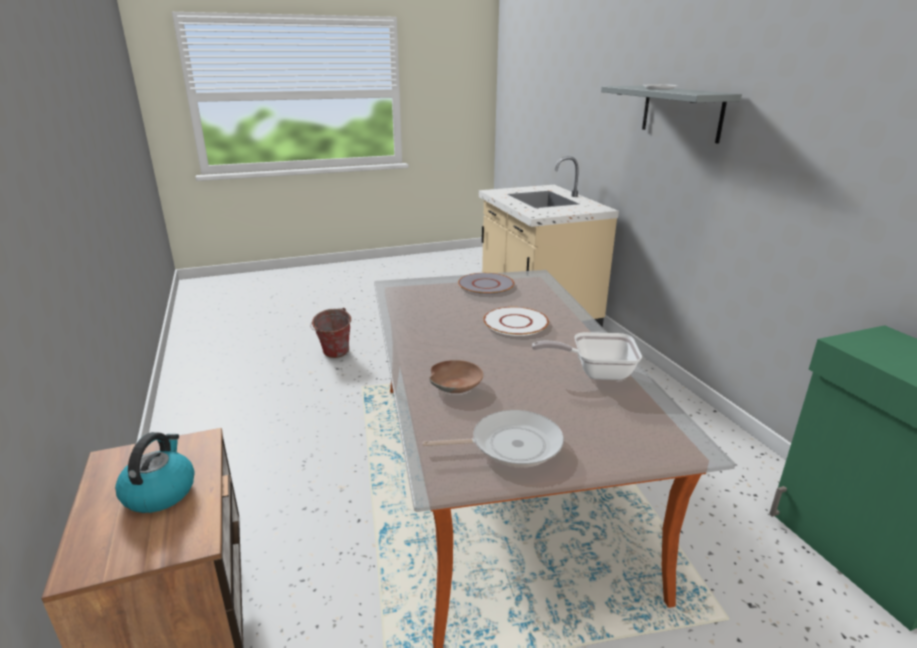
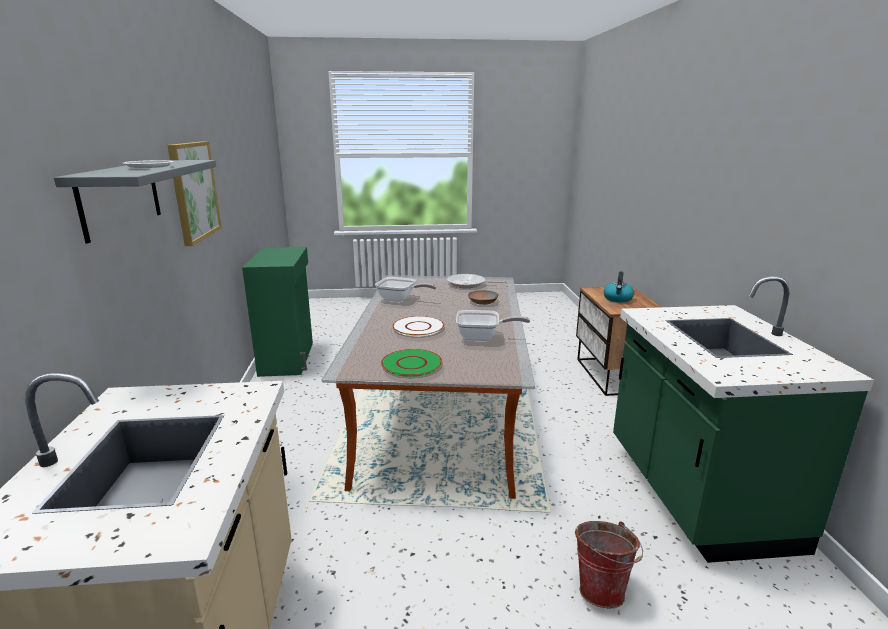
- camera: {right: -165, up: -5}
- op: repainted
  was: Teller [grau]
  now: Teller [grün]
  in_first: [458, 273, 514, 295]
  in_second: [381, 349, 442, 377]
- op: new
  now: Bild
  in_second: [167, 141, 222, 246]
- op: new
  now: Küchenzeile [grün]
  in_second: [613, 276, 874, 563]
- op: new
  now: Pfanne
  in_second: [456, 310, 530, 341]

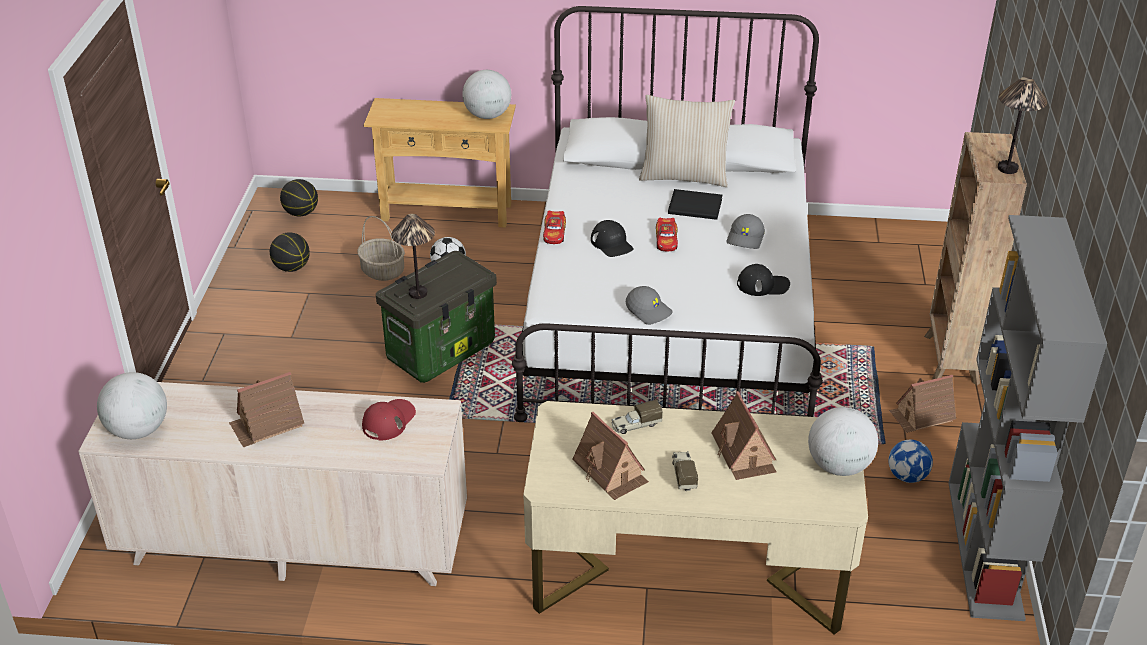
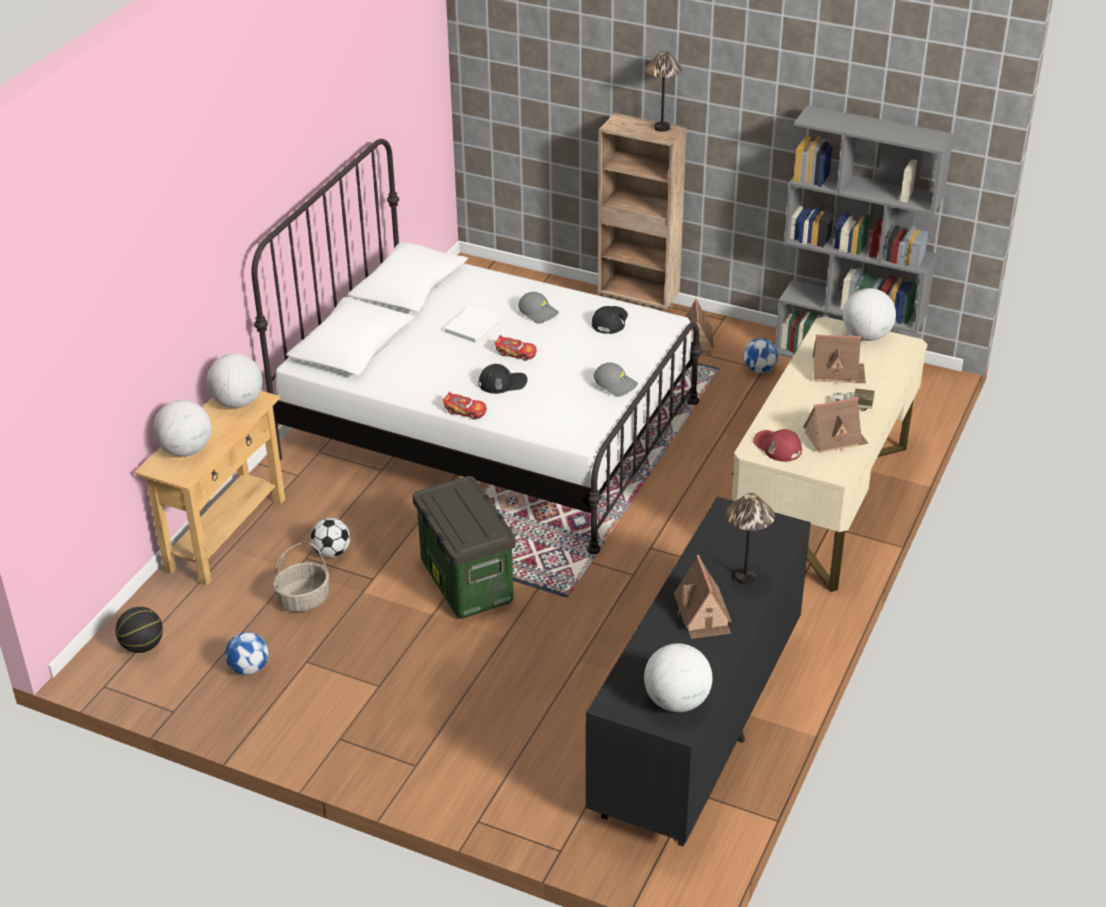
- camera: {right: -70, up: 0}
- op: gone
  was: Kissen [beige]
  in_first: [639, 95, 735, 187]
- op: repainted
  was: Buch [schwarz]
  now: Buch [weiß]
  in_first: [668, 189, 722, 220]
  in_second: [444, 306, 502, 343]
- op: shifted
  was: Tischlampe
  in_first: [391, 214, 435, 299]
  in_second: [726, 493, 775, 585]
- op: swapped
  was: Basketball
  now: Fußball
  in_first: [270, 232, 310, 272]
  in_second: [225, 632, 268, 675]
- op: rotated
  was: Kappe [grau]
  in_first: [626, 286, 673, 325]
  in_second: [594, 362, 638, 397]
  clockwise: 60
- op: repainted
  was: Kommode [beige]
  now: Kommode [schwarz]
  in_first: [78, 382, 467, 586]
  in_second: [586, 497, 811, 847]
- op: shifted
  was: Kappe [rot]
  in_first: [362, 399, 416, 440]
  in_second: [753, 429, 802, 462]
- op: gone
  was: Spielzeuglaster
  in_first: [611, 400, 663, 434]
- op: new
  now: Globus
  in_second: [153, 400, 211, 457]

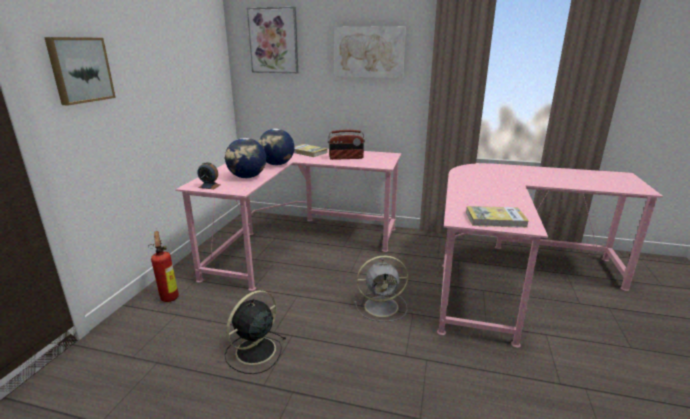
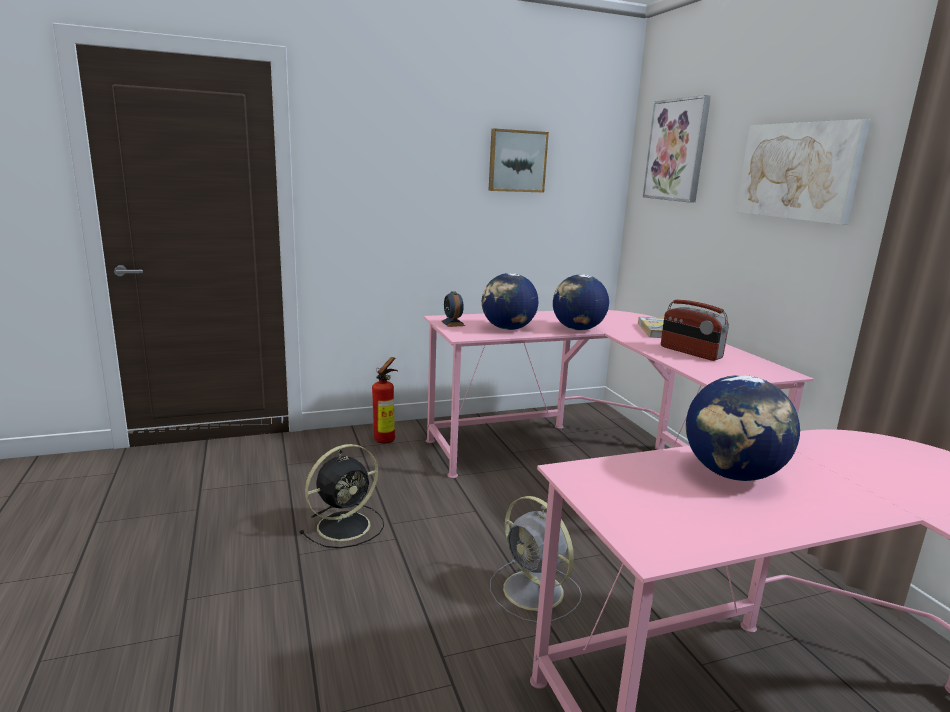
- camera: {right: 55, up: -5}
- op: shifted
  was: Bild
  in_first: [44, 37, 116, 105]
  in_second: [488, 128, 549, 193]
- op: gone
  was: Buch
  in_first: [466, 206, 529, 228]
- op: rotated
  was: Ventilator [schwarz]
  in_first: [225, 290, 286, 374]
  in_second: [299, 444, 384, 548]
  clockwise: 135
- op: new
  now: Globus
  in_second: [686, 375, 800, 481]

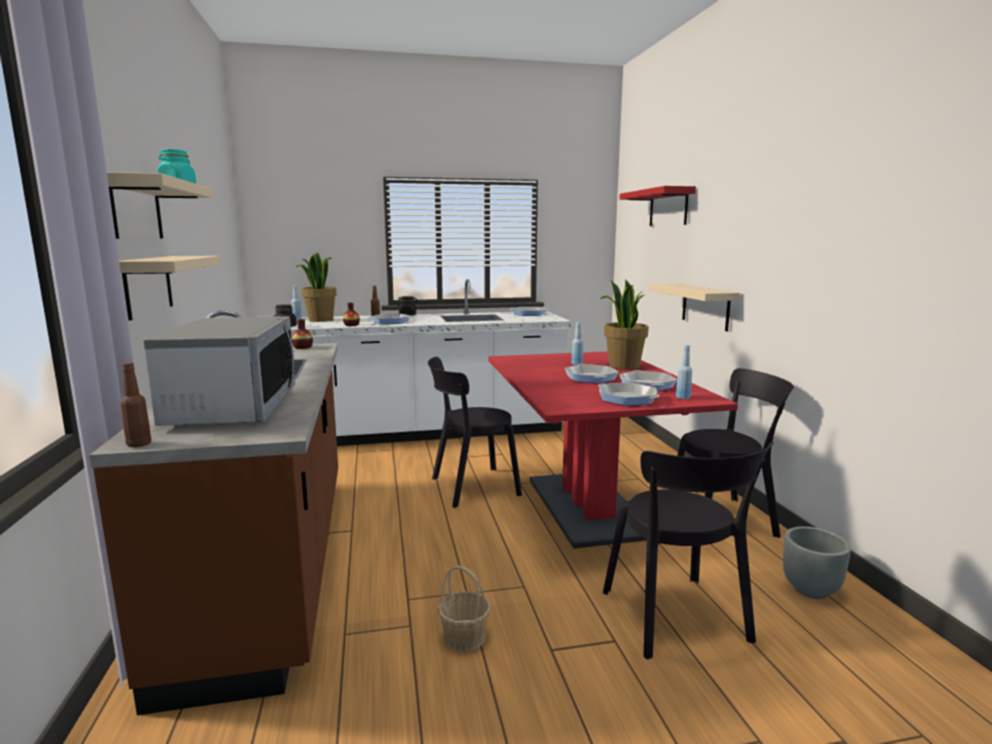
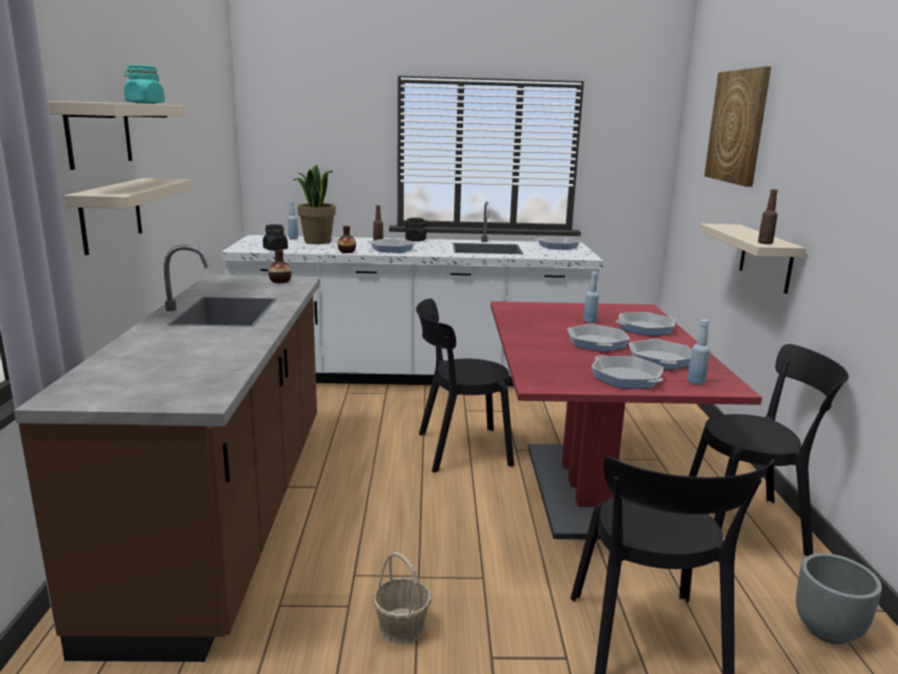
- camera: {right: 10, up: 5}
- op: swapped
  was: Wandregal [rot]
  now: Bild
  in_first: [620, 186, 696, 226]
  in_second: [704, 66, 771, 187]
- op: swapped
  was: Topfpflanze
  now: Pfanne
  in_first: [600, 280, 649, 370]
  in_second: [616, 312, 677, 336]
- op: gone
  was: Mikrowelle
  in_first: [143, 316, 295, 426]
- op: shifted
  was: Flasche [braun]
  in_first: [120, 362, 151, 447]
  in_second: [758, 189, 778, 244]

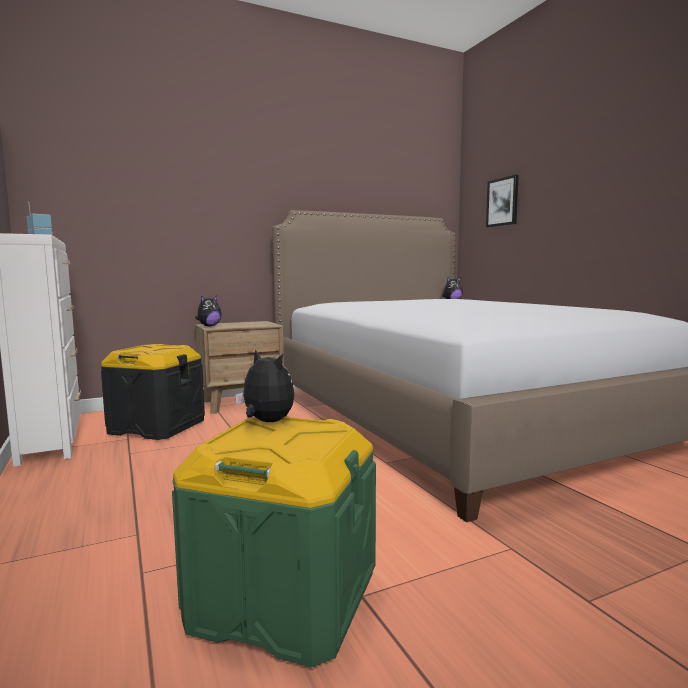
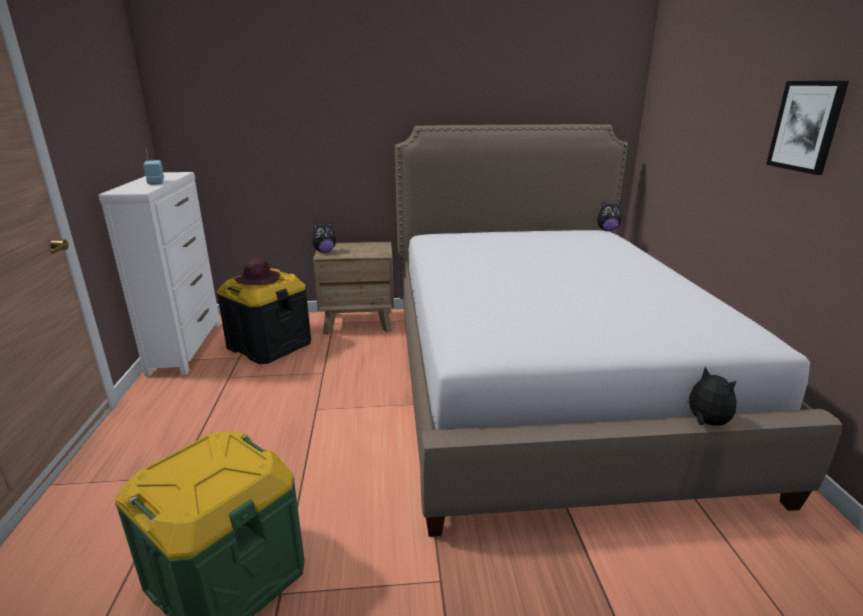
- camera: {right: 20, up: 15}
- op: shifted
  was: Bild
  in_first: [486, 175, 519, 228]
  in_second: [766, 81, 849, 175]
- op: shifted
  was: Plüschtier
  in_first: [235, 350, 295, 422]
  in_second: [687, 366, 737, 426]
- op: new
  now: Hut [lila]
  in_second: [234, 258, 281, 285]

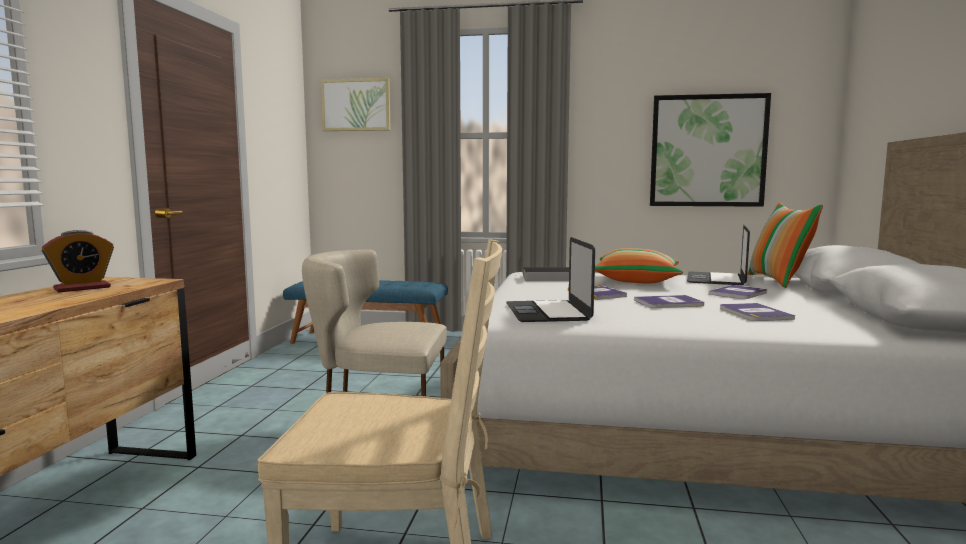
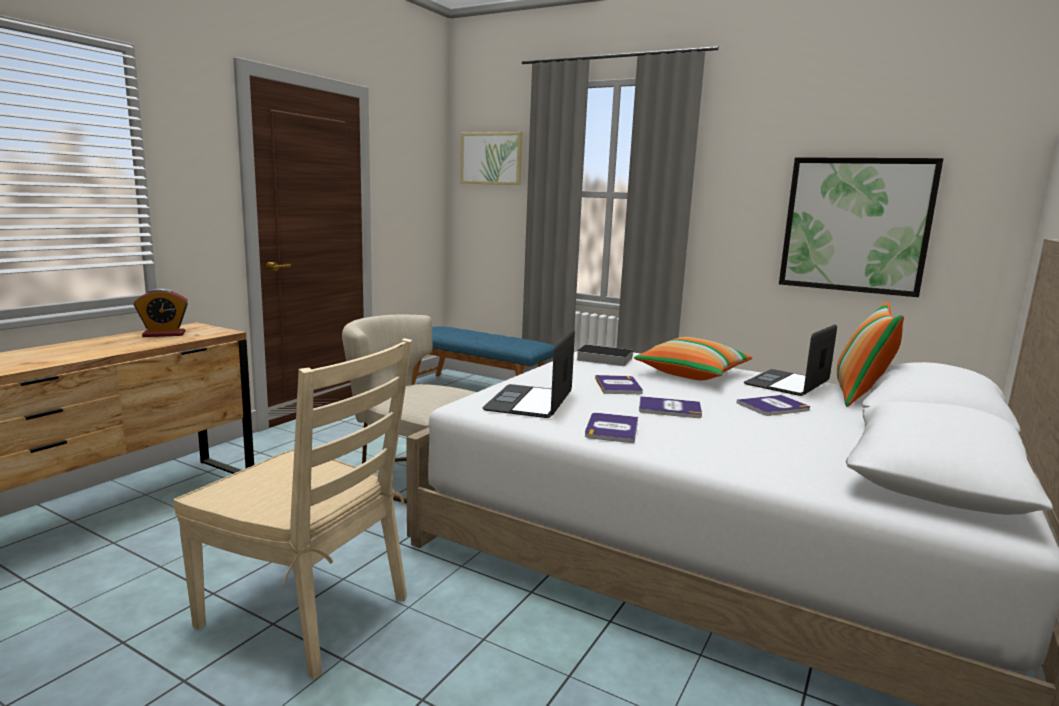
- camera: {right: 20, up: 5}
- op: shifted
  was: Buch
  in_first: [720, 303, 795, 321]
  in_second: [585, 413, 638, 443]

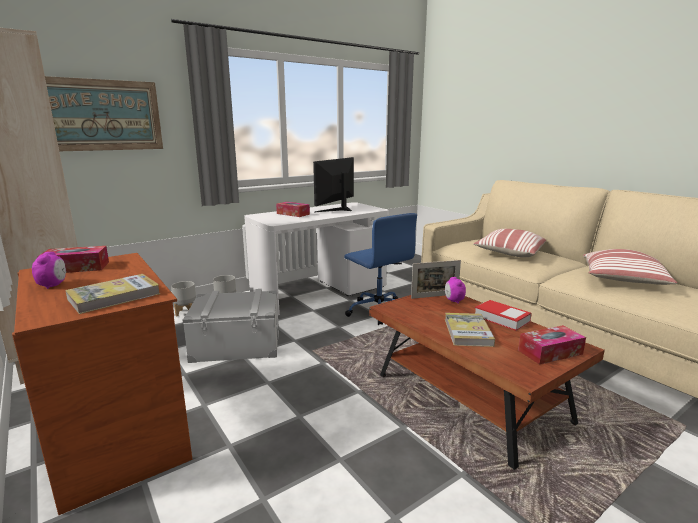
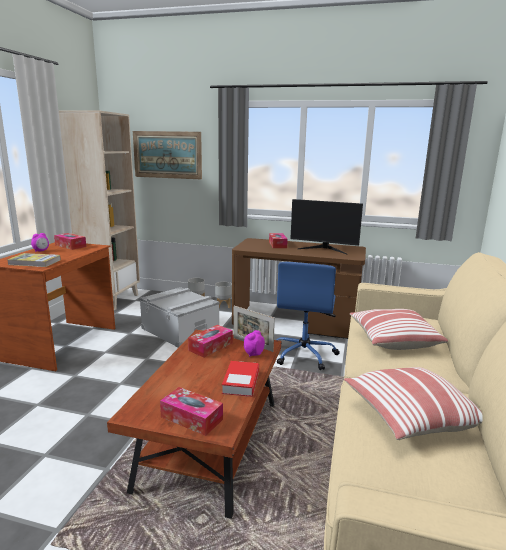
- camera: {right: 50, up: 0}
- op: rotated
  was: Monitor
  in_first: [313, 157, 354, 212]
  in_second: [291, 199, 363, 254]
  clockwise: -150
- op: repainted
  was: Schreibtisch [weiß]
  now: Schreibtisch [braun]
  in_first: [244, 202, 389, 315]
  in_second: [232, 238, 366, 339]
- op: gone
  was: Buch
  in_first: [445, 313, 495, 347]
- op: new
  now: Taschentuchbox
  in_second: [188, 325, 233, 357]

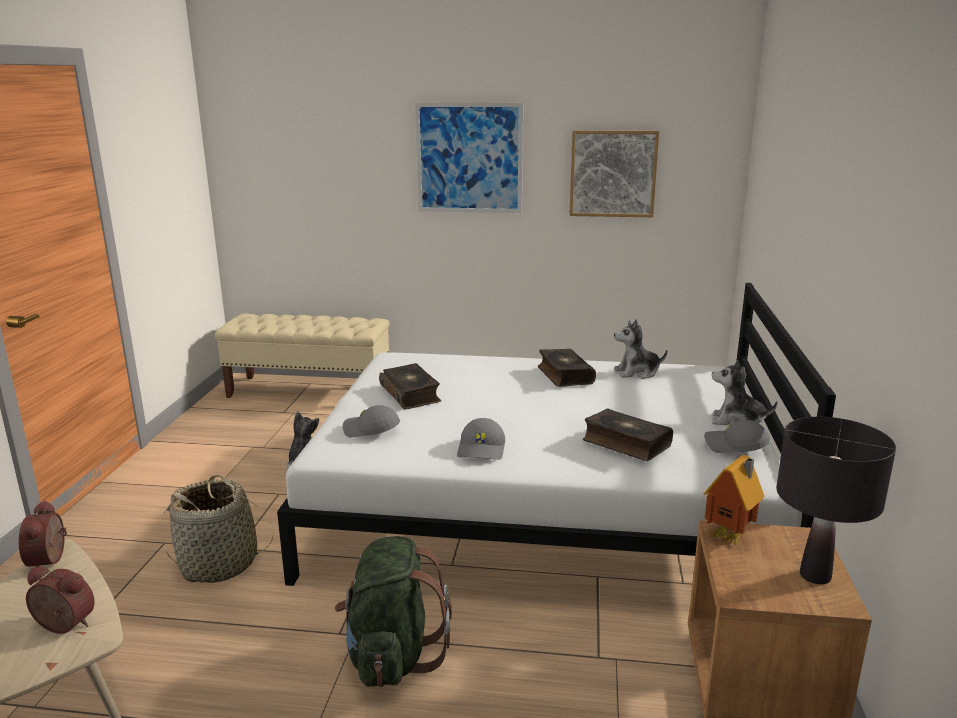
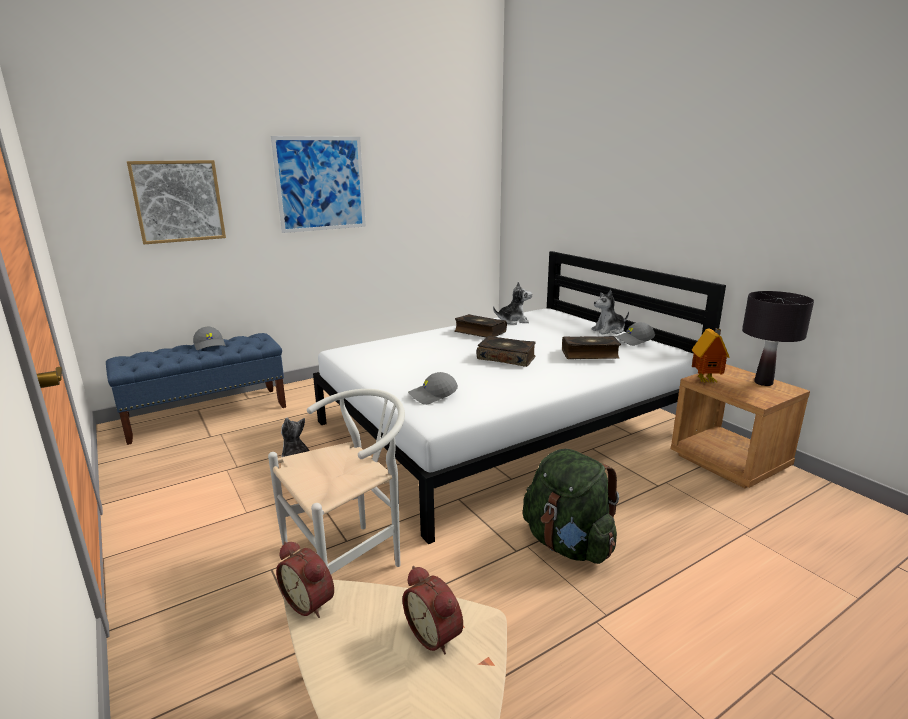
- camera: {right: -40, up: 0}
- op: shifted
  was: Bild
  in_first: [569, 130, 659, 217]
  in_second: [127, 160, 226, 244]
- op: repainted
  was: Bank [beige]
  now: Bank [blau]
  in_first: [215, 313, 389, 398]
  in_second: [106, 333, 286, 445]
- op: rotated
  was: Plüschtier
  in_first: [614, 319, 668, 379]
  in_second: [493, 281, 532, 325]
  clockwise: -135
- op: shifted
  was: Buch
  in_first: [379, 363, 441, 409]
  in_second: [477, 336, 536, 367]
- op: shifted
  was: Kappe [grau]
  in_first: [457, 418, 505, 460]
  in_second: [193, 327, 226, 350]
- op: swapped
  was: Korb
  now: Stuhl [weiß]
  in_first: [164, 475, 273, 583]
  in_second: [268, 389, 405, 574]
- op: rotated
  was: Wecker
  in_first: [26, 566, 95, 634]
  in_second: [402, 566, 463, 655]
  clockwise: -105

